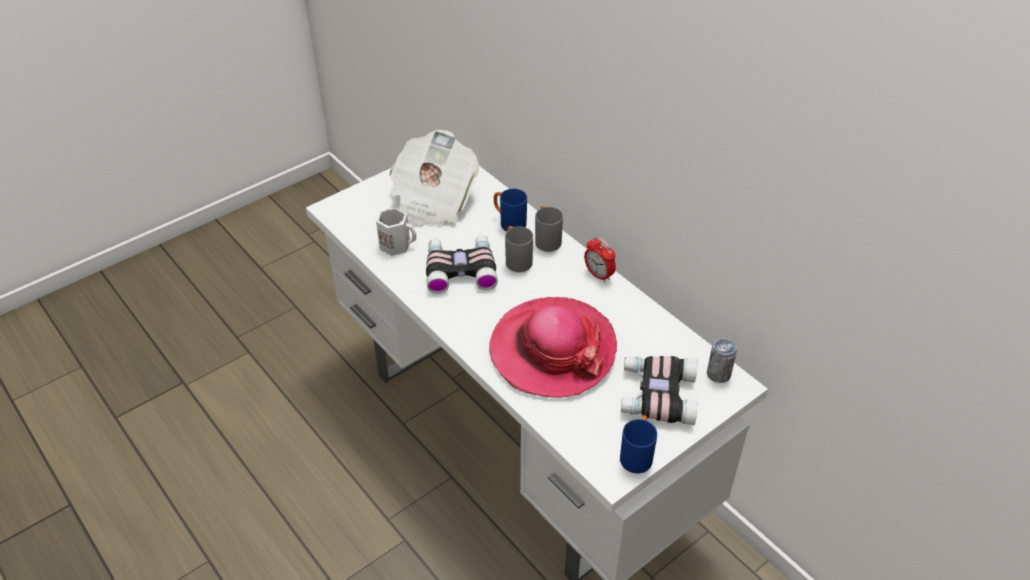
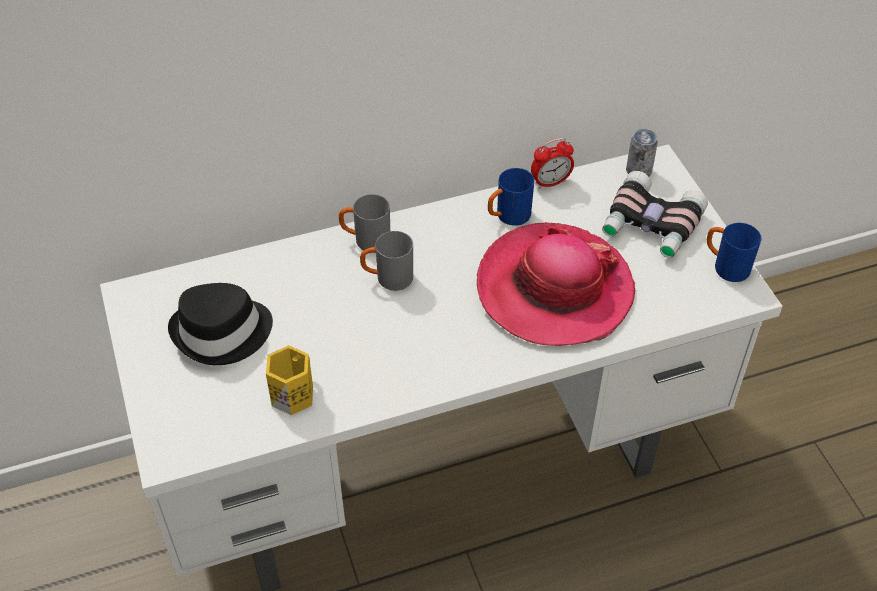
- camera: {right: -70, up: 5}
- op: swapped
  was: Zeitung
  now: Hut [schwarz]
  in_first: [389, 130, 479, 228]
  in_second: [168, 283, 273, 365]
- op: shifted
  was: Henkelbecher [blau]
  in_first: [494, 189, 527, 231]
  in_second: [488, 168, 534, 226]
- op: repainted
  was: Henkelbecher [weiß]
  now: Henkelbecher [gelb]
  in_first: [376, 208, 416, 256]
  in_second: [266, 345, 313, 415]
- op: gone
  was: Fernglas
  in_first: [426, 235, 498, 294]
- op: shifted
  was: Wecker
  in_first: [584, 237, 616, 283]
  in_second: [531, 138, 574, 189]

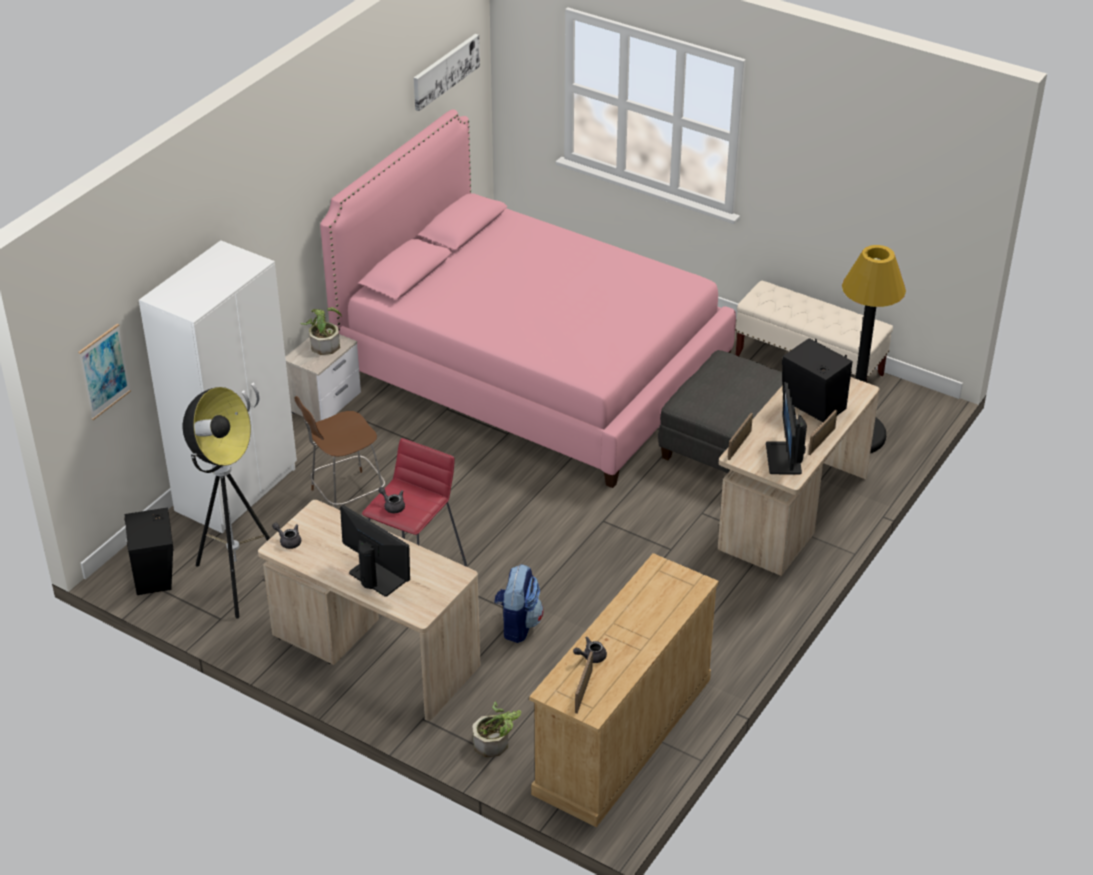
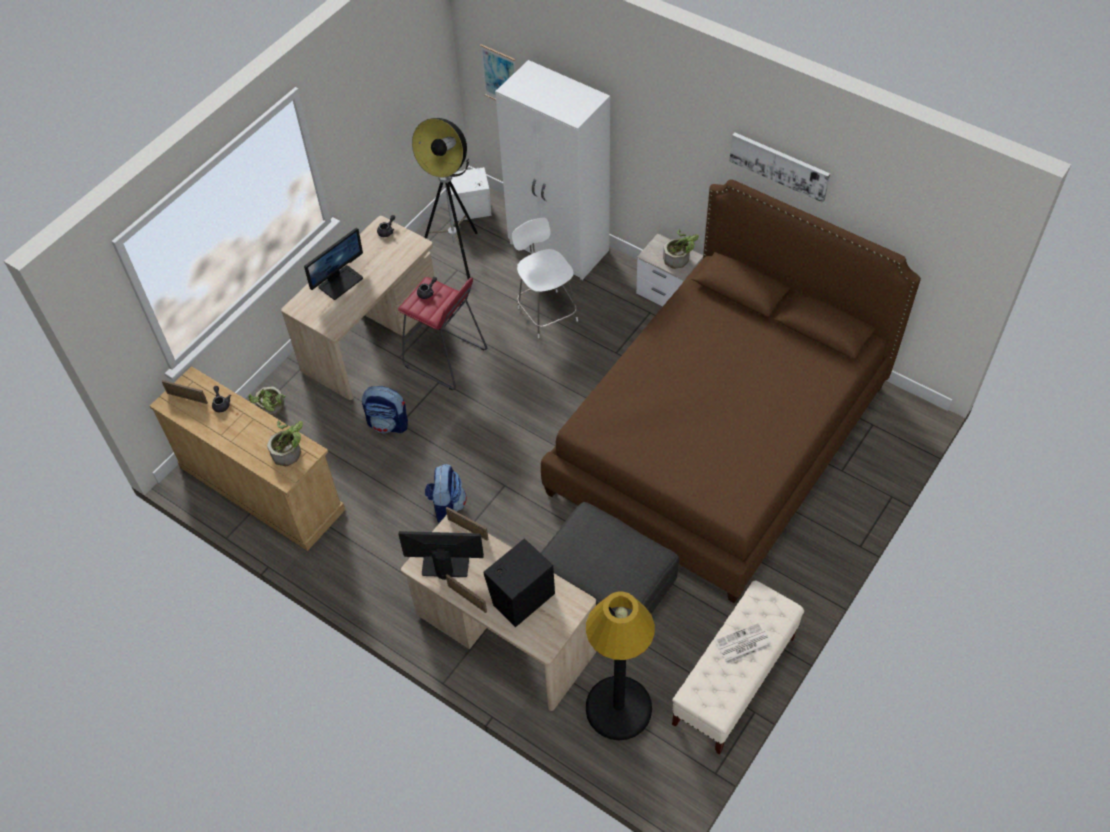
- camera: {right: 95, up: 15}
- op: shifted
  was: Bild
  in_first: [414, 34, 480, 111]
  in_second: [729, 132, 830, 203]
- op: repainted
  was: Bett [rosa]
  now: Bett [braun]
  in_first: [320, 109, 736, 488]
  in_second: [541, 180, 921, 603]
- op: repainted
  was: Stuhl [braun]
  now: Stuhl [weiß]
  in_first: [295, 396, 385, 508]
  in_second: [512, 218, 578, 338]
- op: repainted
  was: Lautsprecher [schwarz]
  now: Lautsprecher [weiß]
  in_first: [124, 508, 174, 595]
  in_second: [449, 166, 491, 222]
- op: new
  now: Topfpflanze
  in_second: [267, 421, 303, 466]
- op: new
  now: Rucksack
  in_second: [425, 464, 467, 523]
- op: new
  now: Zeitung
  in_second: [715, 623, 772, 664]

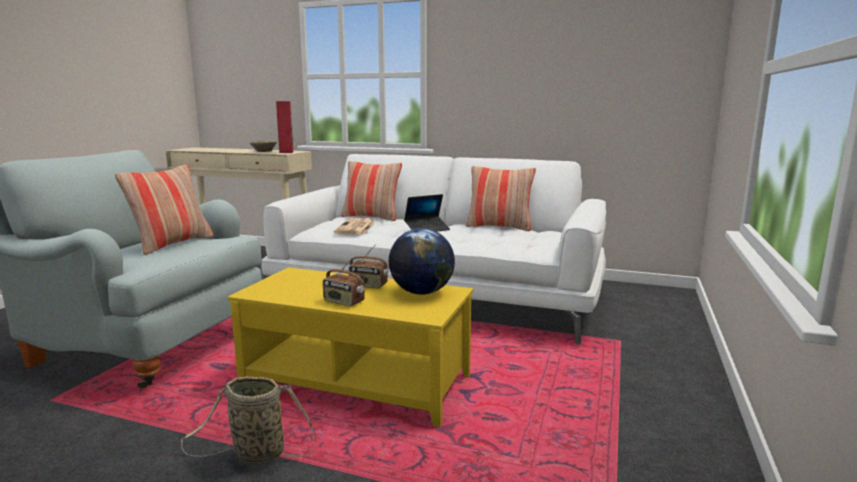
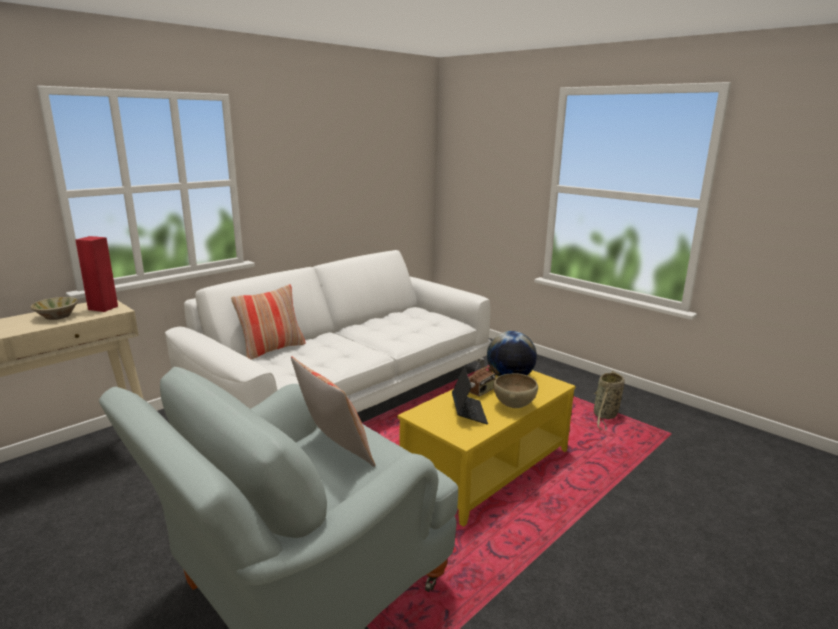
- camera: {right: -65, up: 5}
- op: gone
  was: Kissen
  in_first: [466, 166, 536, 231]
- op: shifted
  was: Laptop
  in_first: [404, 194, 450, 232]
  in_second: [452, 366, 488, 425]
- op: gone
  was: Zeitung
  in_first: [334, 218, 375, 235]
- op: swapped
  was: Radio
  now: Schüssel [braun]
  in_first: [323, 258, 365, 306]
  in_second: [493, 374, 538, 408]
- op: shifted
  was: Korb
  in_first: [181, 376, 314, 464]
  in_second: [594, 371, 624, 431]

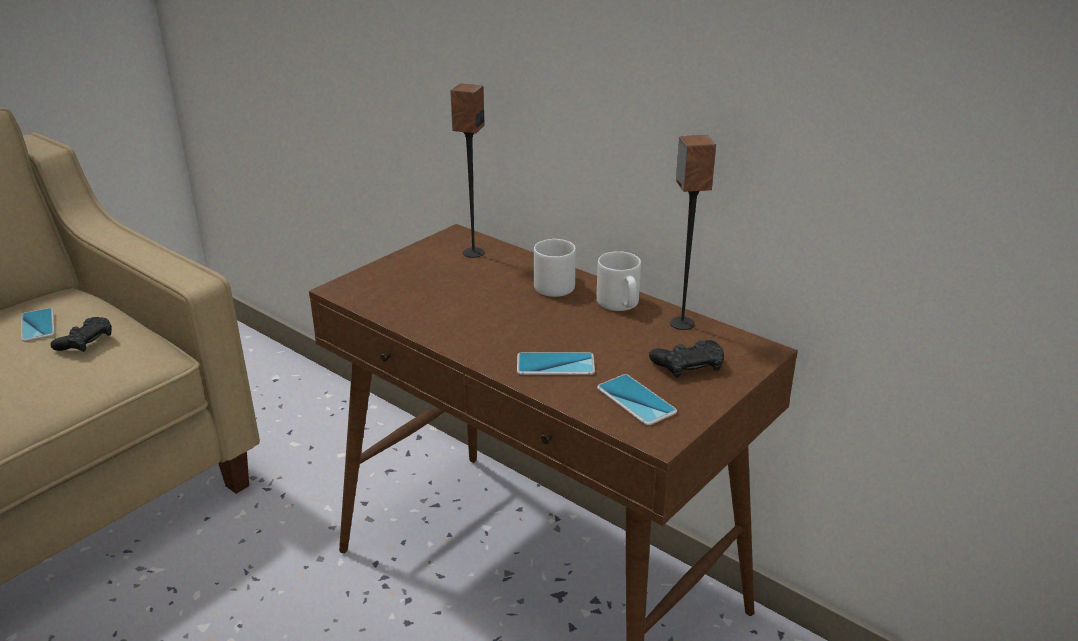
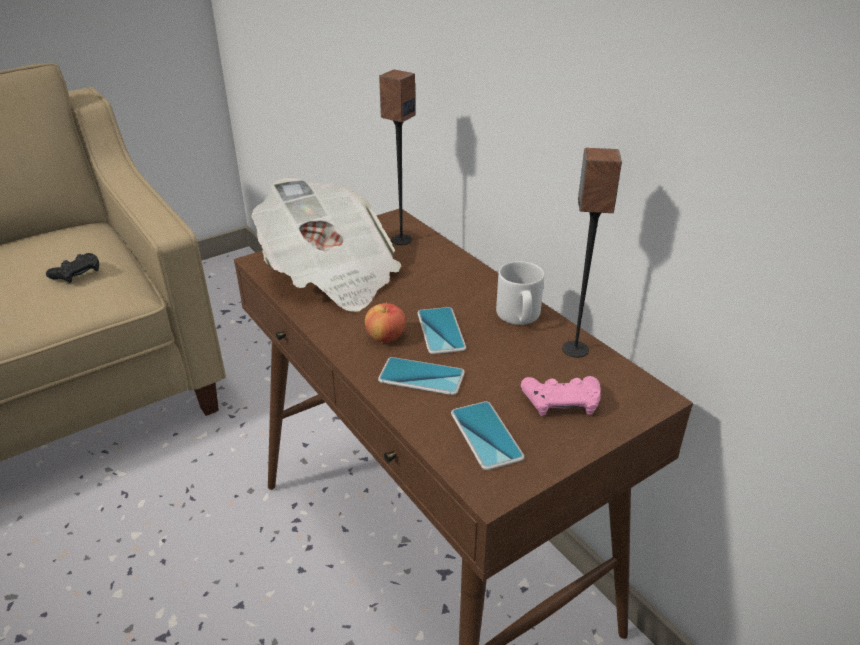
- camera: {right: 15, up: 5}
- op: gone
  was: Henkelbecher [grau]
  in_first: [534, 239, 576, 297]
- op: shifted
  was: Handy
  in_first: [21, 308, 55, 342]
  in_second: [417, 307, 466, 354]
- op: repainted
  was: Gamepad [schwarz]
  now: Gamepad [rosa]
  in_first: [649, 340, 724, 378]
  in_second: [521, 376, 601, 416]
- op: new
  now: Zeitung
  in_second: [251, 177, 402, 312]
- op: new
  now: Apfel
  in_second: [365, 302, 406, 342]

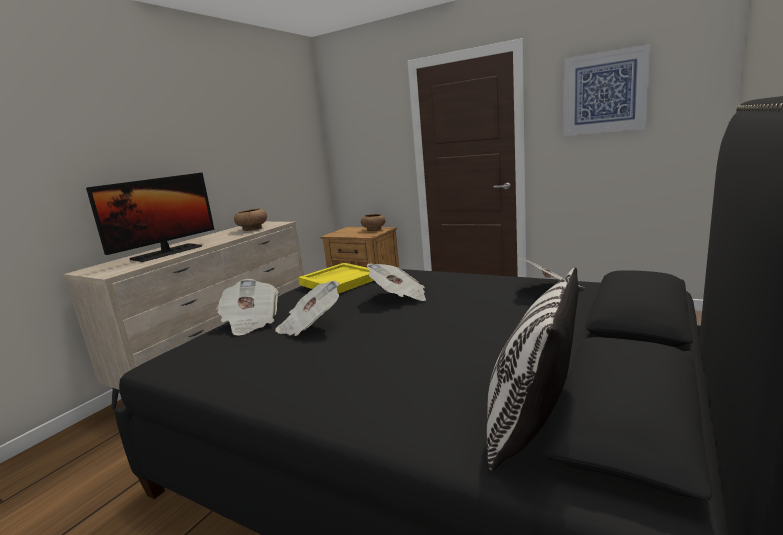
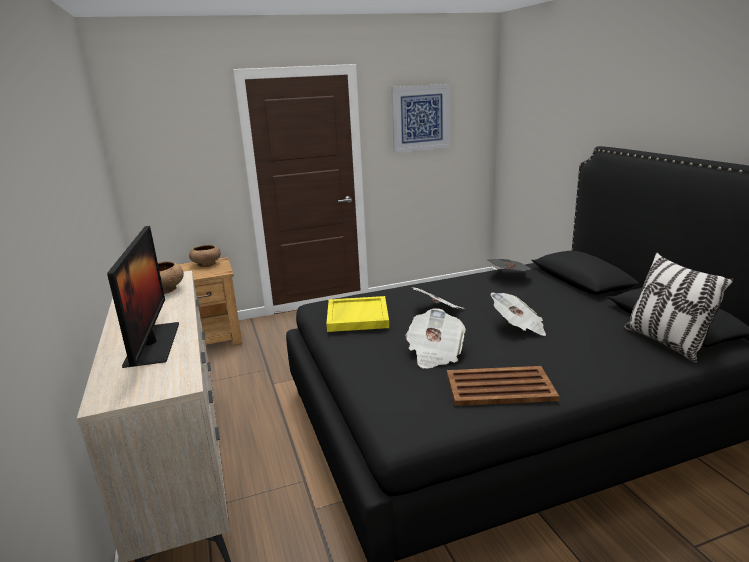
- camera: {right: -50, up: 5}
- op: shifted
  was: Zeitung
  in_first: [216, 279, 278, 336]
  in_second: [491, 292, 546, 336]
- op: new
  now: Tablett [braun]
  in_second: [447, 366, 559, 406]

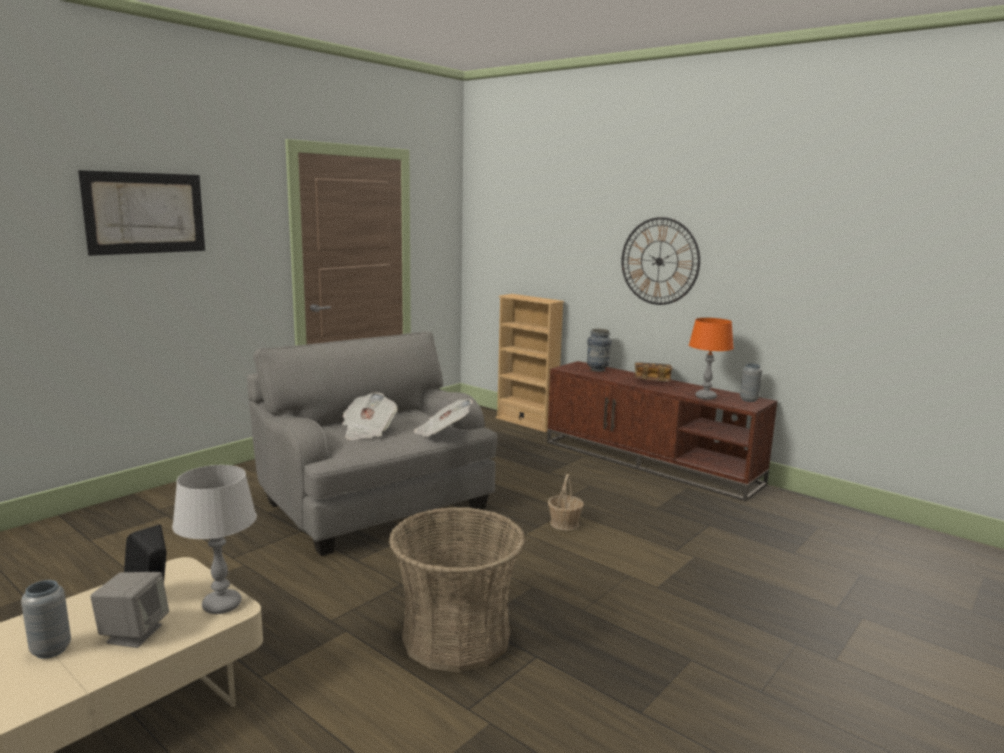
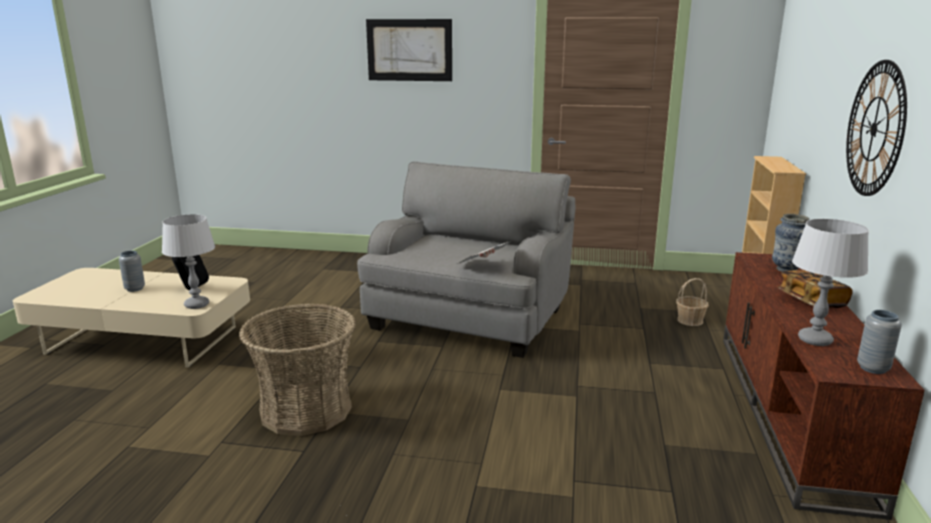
- camera: {right: 60, up: 5}
- op: repainted
  was: Tischlampe [orange]
  now: Tischlampe [grau]
  in_first: [689, 318, 734, 400]
  in_second: [792, 219, 869, 346]
- op: gone
  was: Zeitung
  in_first: [342, 392, 397, 440]
- op: shifted
  was: Korb
  in_first: [548, 474, 584, 531]
  in_second: [676, 278, 709, 326]
- op: gone
  was: Lautsprecher [grau]
  in_first: [90, 572, 169, 648]

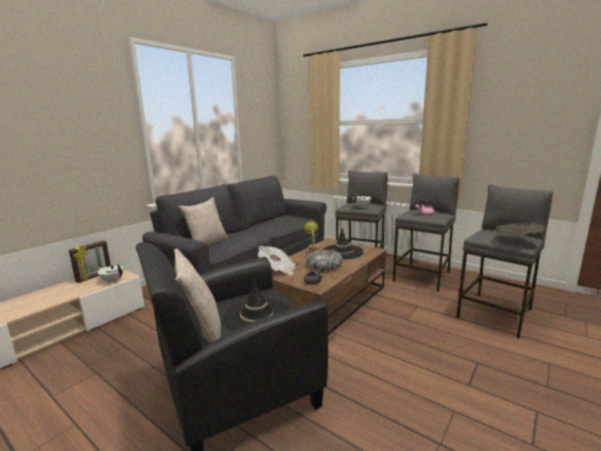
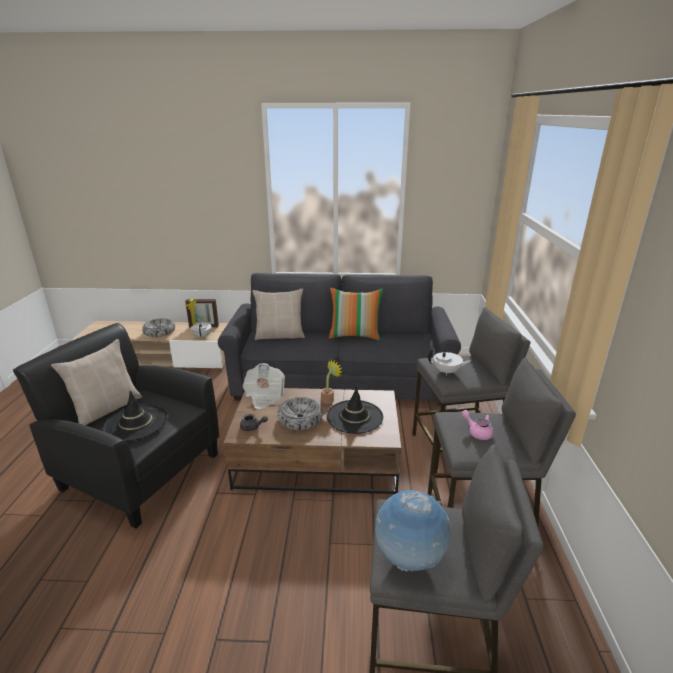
- camera: {right: 55, up: 10}
- op: swapped
  was: Zeitung
  now: Globus
  in_first: [496, 223, 545, 235]
  in_second: [375, 490, 451, 572]
- op: new
  now: Kissen
  in_second: [329, 288, 383, 340]
- op: new
  now: Schüssel
  in_second: [142, 318, 175, 337]

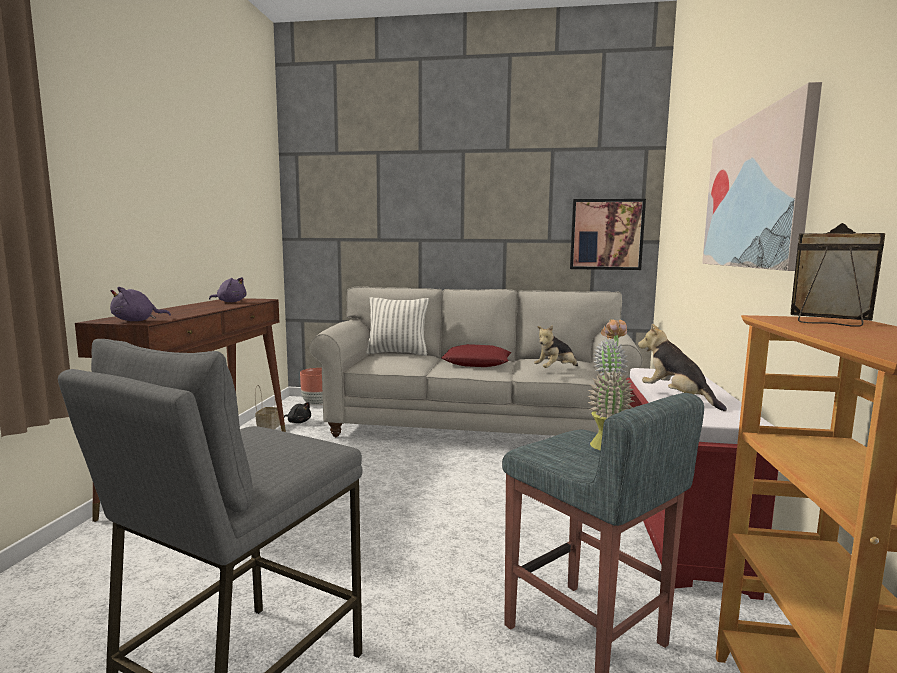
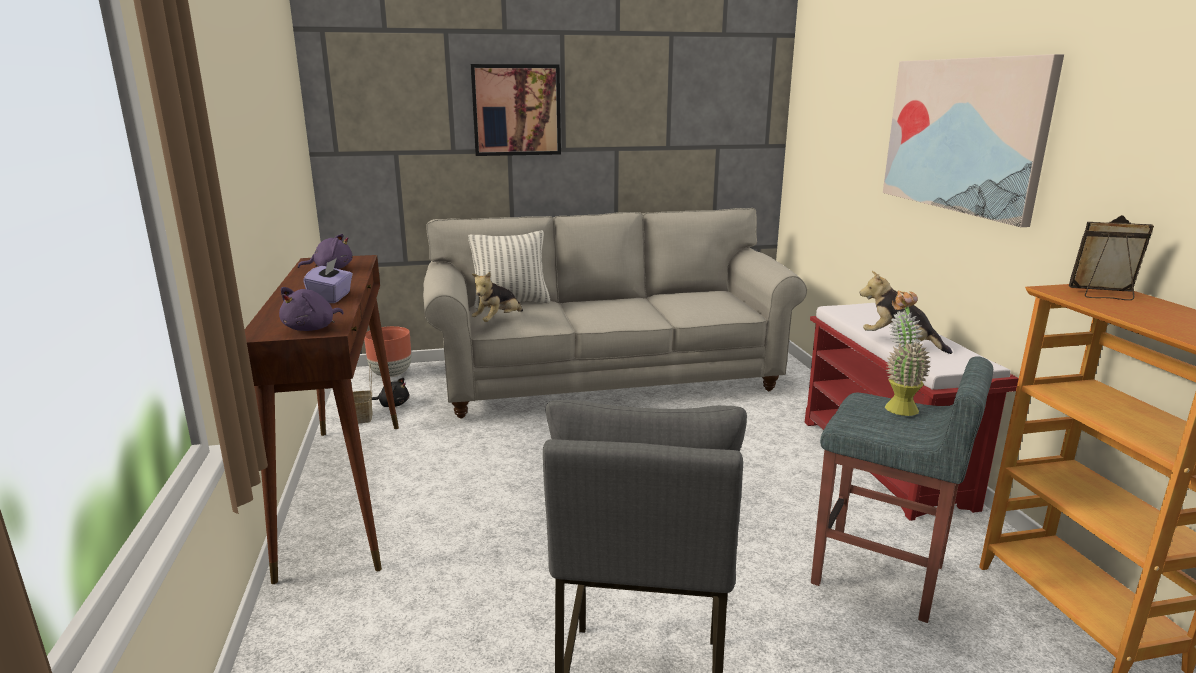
- camera: {right: -20, up: 10}
- op: shifted
  was: Bild
  in_first: [570, 199, 646, 270]
  in_second: [471, 64, 561, 156]
- op: shifted
  was: Plüschtier
  in_first: [534, 325, 578, 368]
  in_second: [472, 272, 523, 322]
- op: gone
  was: Kissen [rot]
  in_first: [442, 344, 511, 367]
- op: new
  now: Taschentuchbox [lila]
  in_second: [303, 258, 353, 303]

